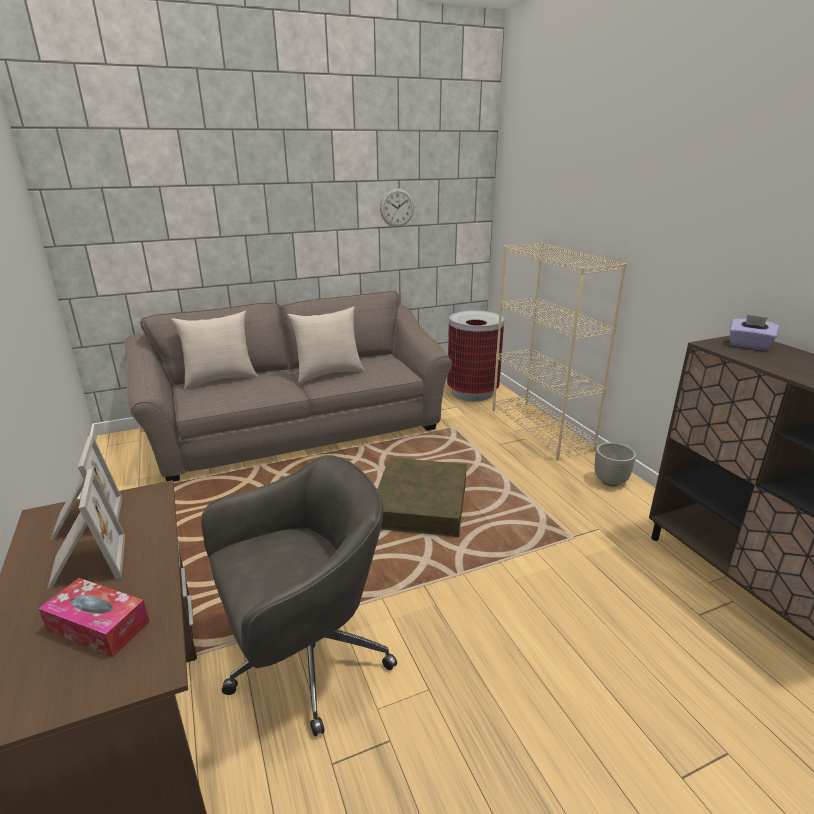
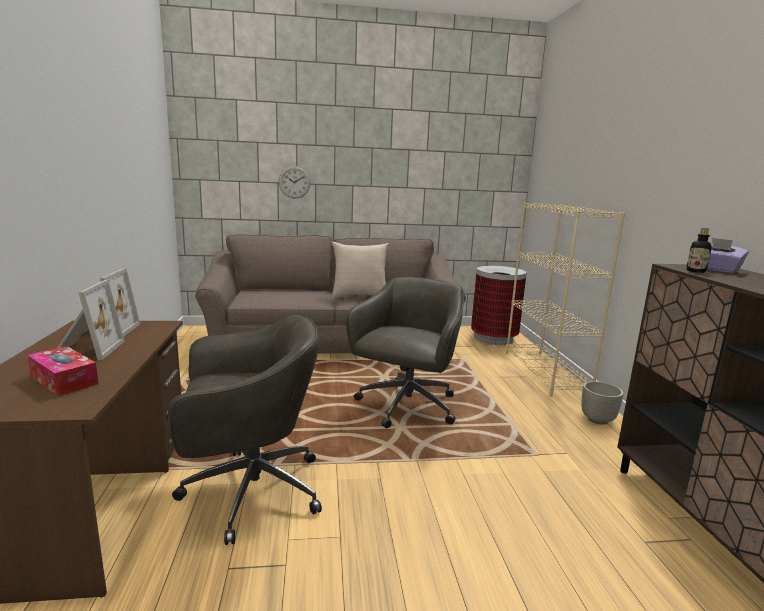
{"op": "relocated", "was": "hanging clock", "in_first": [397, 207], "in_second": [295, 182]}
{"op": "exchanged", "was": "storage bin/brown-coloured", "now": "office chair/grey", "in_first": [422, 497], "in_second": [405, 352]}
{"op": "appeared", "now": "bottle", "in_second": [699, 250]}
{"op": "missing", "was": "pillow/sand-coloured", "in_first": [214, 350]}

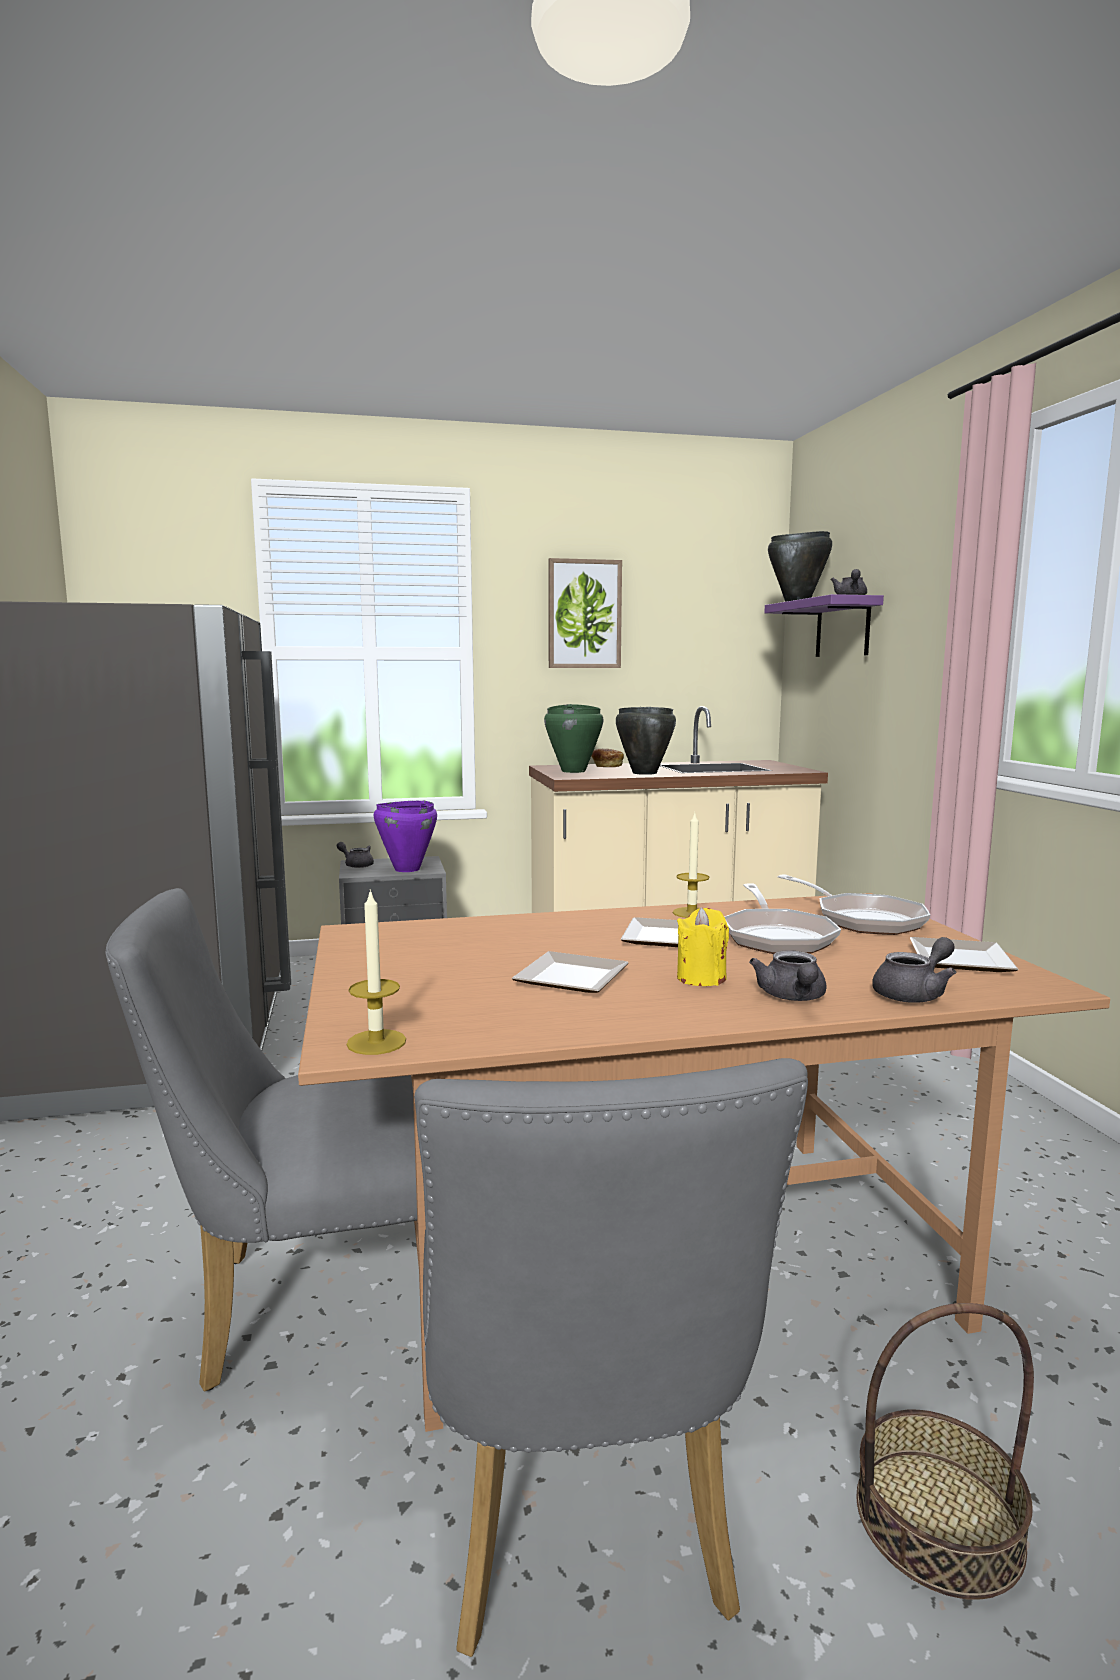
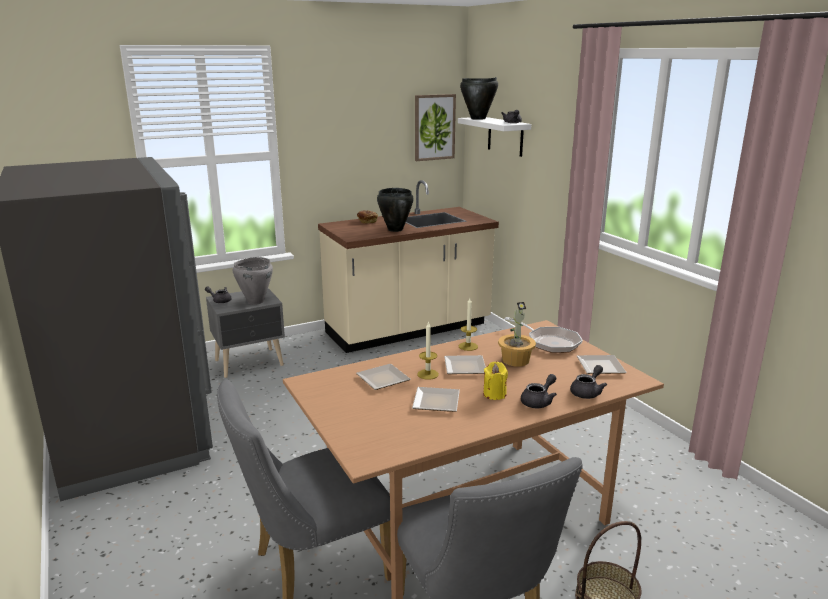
{"op": "colour", "was": "cooking pot/purple-coloured", "now": "cooking pot/grey", "in_first": [405, 836], "in_second": [253, 281]}
{"op": "appeared", "now": "plate", "in_second": [383, 377]}
{"op": "relocated", "was": "wall art", "in_first": [585, 613], "in_second": [435, 127]}
{"op": "relocated", "was": "wax candle", "in_first": [376, 972], "in_second": [428, 350]}
{"op": "colour", "was": "bracket shelf/purple-coloured", "now": "bracket shelf/white-coloured", "in_first": [824, 625], "in_second": [495, 137]}
{"op": "exchanged", "was": "frying pan", "now": "plant in a pot", "in_first": [782, 918], "in_second": [517, 334]}
{"op": "spun", "was": "pot for tea/grey", "in_first": [788, 975], "in_second": [539, 391], "clockwise": -120}
{"op": "missing", "was": "cooking pot/green", "in_first": [573, 738]}

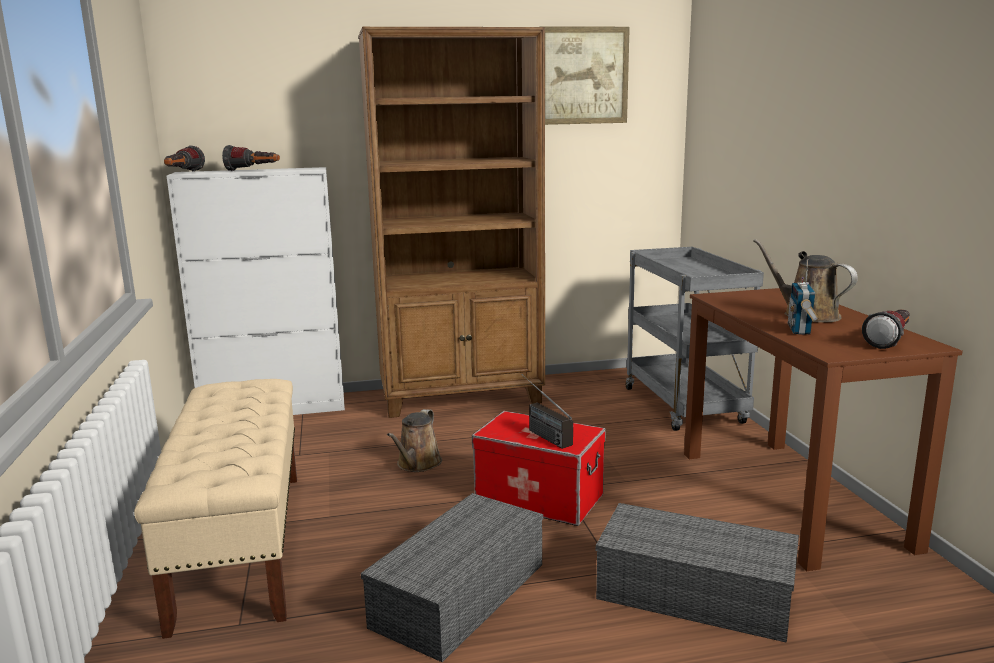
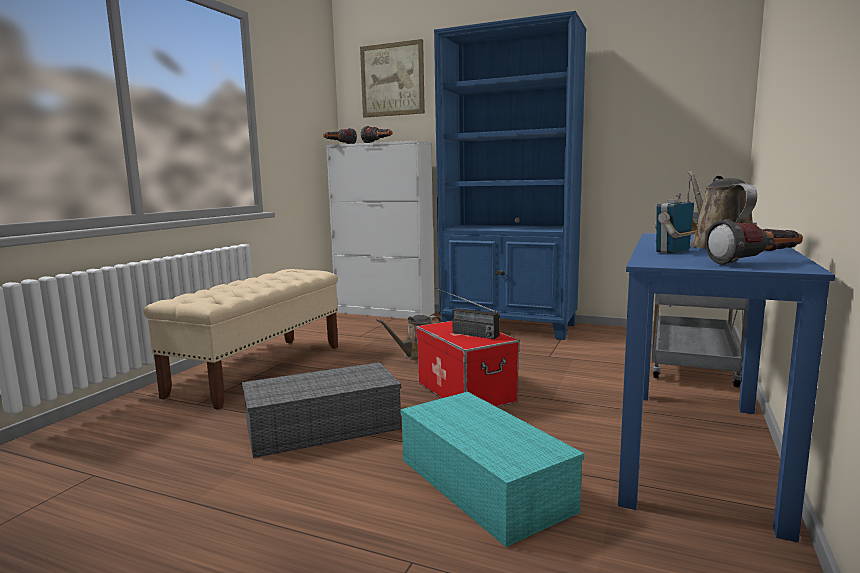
{"op": "relocated", "was": "wall art", "in_first": [585, 75], "in_second": [392, 78]}
{"op": "colour", "was": "storage bin/grey", "now": "storage bin/turquoise", "in_first": [697, 573], "in_second": [492, 469]}
{"op": "colour", "was": "bookshelf/brown-coloured", "now": "bookshelf/blue-coloured", "in_first": [451, 222], "in_second": [510, 175]}
{"op": "spun", "was": "radio receiver", "in_first": [547, 411], "in_second": [467, 313], "clockwise": -60}
{"op": "colour", "was": "desk/brown-coloured", "now": "desk/blue-coloured", "in_first": [823, 429], "in_second": [726, 387]}

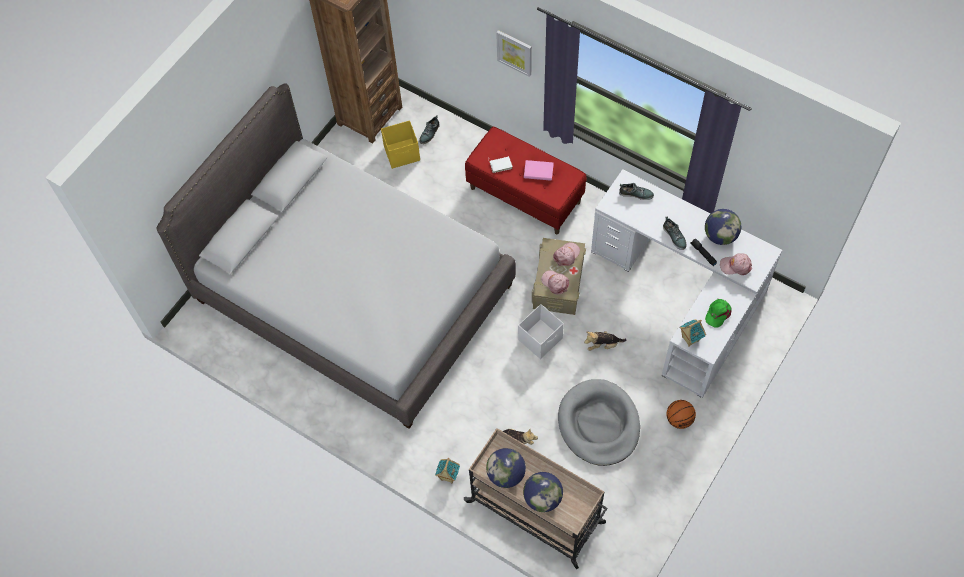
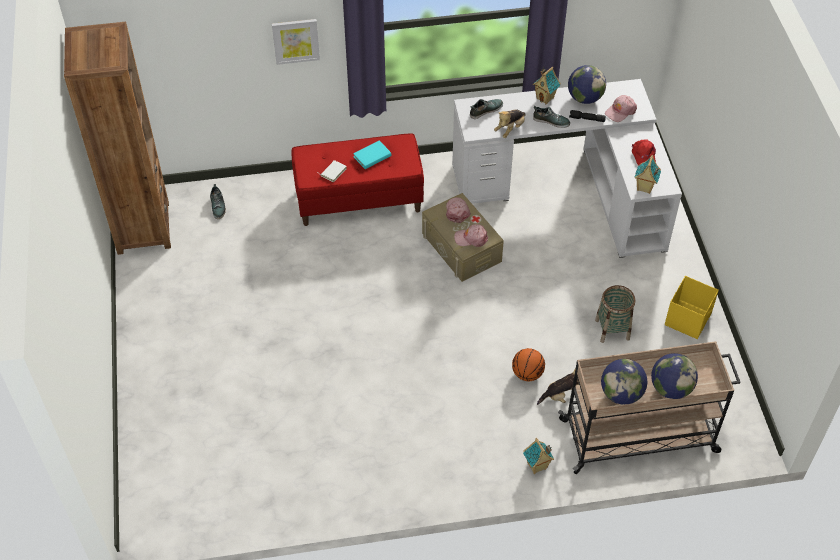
{"op": "colour", "was": "book/pink-coloured", "now": "book/turquoise", "in_first": [539, 170], "in_second": [372, 154]}
{"op": "relocated", "was": "soft toy", "in_first": [605, 341], "in_second": [510, 123]}
{"op": "relocated", "was": "basketball ball", "in_first": [681, 414], "in_second": [528, 364]}
{"op": "appeared", "now": "toy house", "in_second": [547, 85]}
{"op": "exchanged", "was": "dog bed/grey", "now": "basket", "in_first": [599, 422], "in_second": [615, 314]}
{"op": "colour", "was": "cap/green", "now": "cap/red", "in_first": [718, 313], "in_second": [644, 153]}
{"op": "relocated", "was": "storage bin/yellow", "in_first": [400, 144], "in_second": [692, 307]}
{"op": "missing", "was": "sleeping bed/grey", "in_first": [336, 256]}
{"op": "missing", "was": "storage bin/white-coloured", "in_first": [541, 331]}

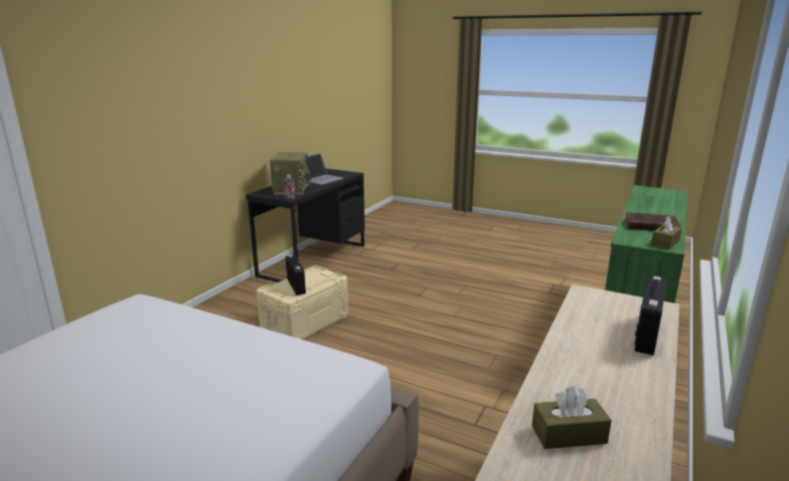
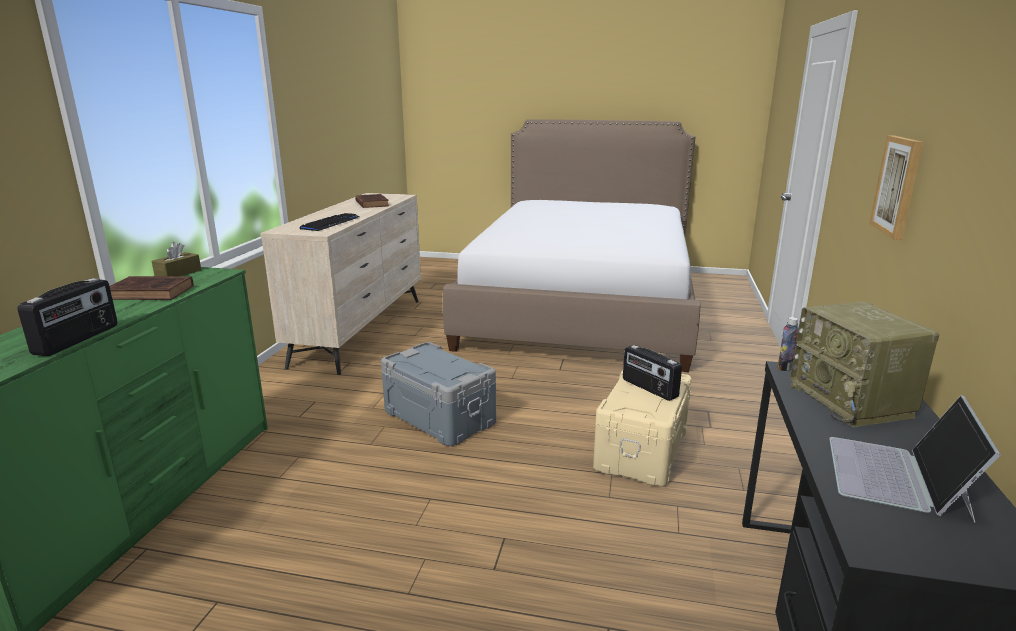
{"op": "relocated", "was": "radio receiver", "in_first": [650, 315], "in_second": [67, 317]}
{"op": "appeared", "now": "computer keyboard", "in_second": [330, 222]}
{"op": "exchanged", "was": "tissue box/brown-coloured", "now": "book/brown-coloured", "in_first": [572, 417], "in_second": [372, 201]}
{"op": "appeared", "now": "storage bin/grey", "in_second": [438, 394]}
{"op": "appeared", "now": "wall art", "in_second": [896, 187]}

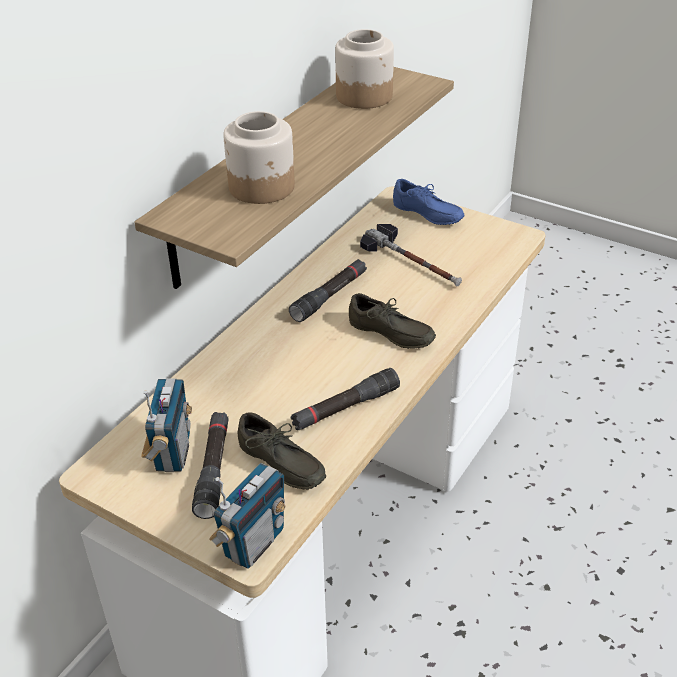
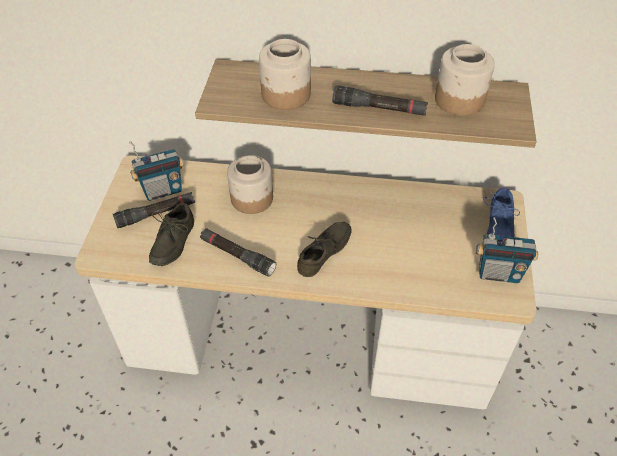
{"op": "appeared", "now": "storage jar", "in_second": [250, 184]}
{"op": "spun", "was": "shoe/grey", "in_first": [392, 321], "in_second": [324, 249], "clockwise": -150}
{"op": "relocated", "was": "flashlight/blackish", "in_first": [328, 290], "in_second": [380, 101]}
{"op": "relocated", "was": "radio receiver", "in_first": [247, 516], "in_second": [507, 250]}
{"op": "missing", "was": "tool hammer", "in_first": [411, 255]}

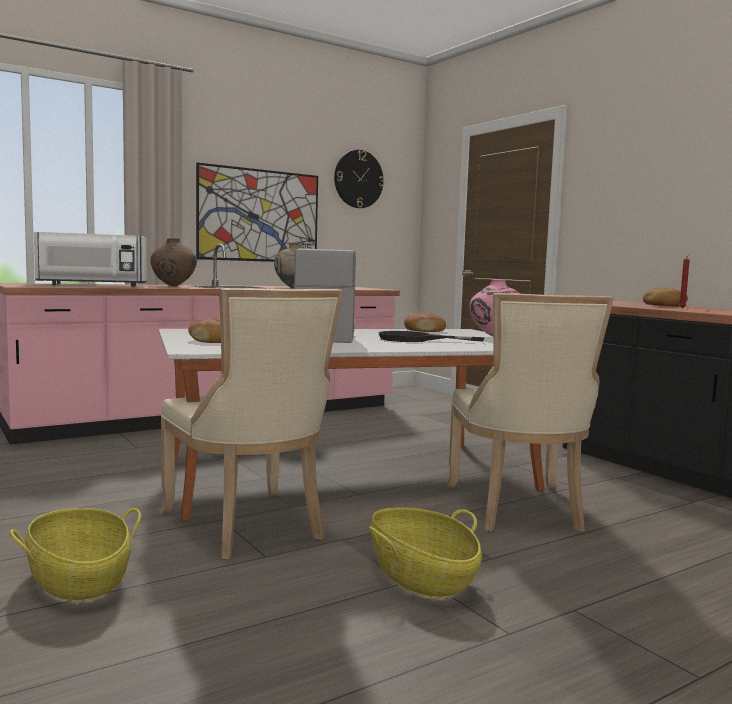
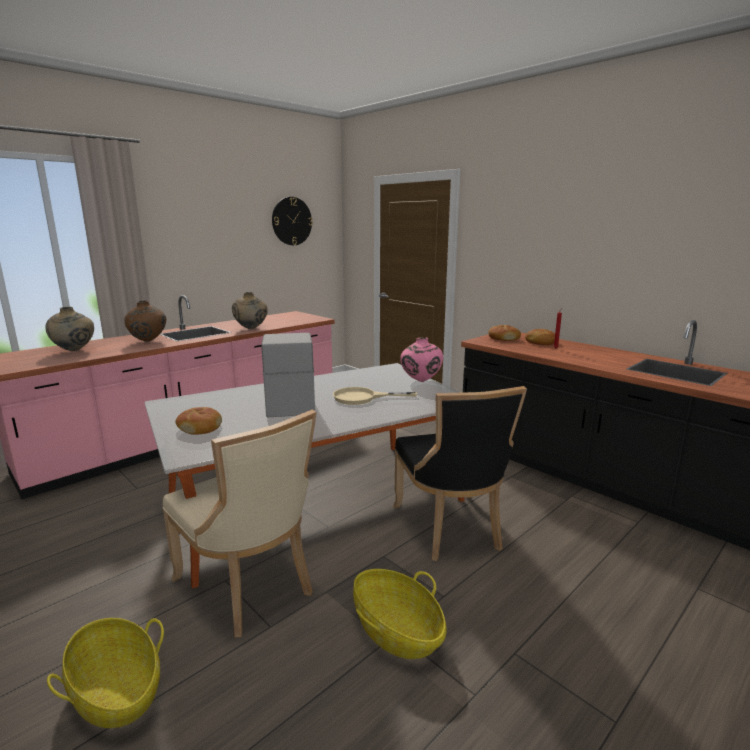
{"op": "exchanged", "was": "microwave oven/white-coloured", "now": "flower vase/sand-coloured", "in_first": [90, 259], "in_second": [69, 329]}
{"op": "colour", "was": "frying pan/blackish", "now": "frying pan/sand-coloured", "in_first": [431, 336], "in_second": [375, 396]}
{"op": "colour", "was": "upright chair/sand-coloured", "now": "upright chair/blackish", "in_first": [530, 412], "in_second": [460, 473]}
{"op": "relocated", "was": "bread", "in_first": [425, 322], "in_second": [504, 333]}
{"op": "missing", "was": "wall art", "in_first": [257, 212]}

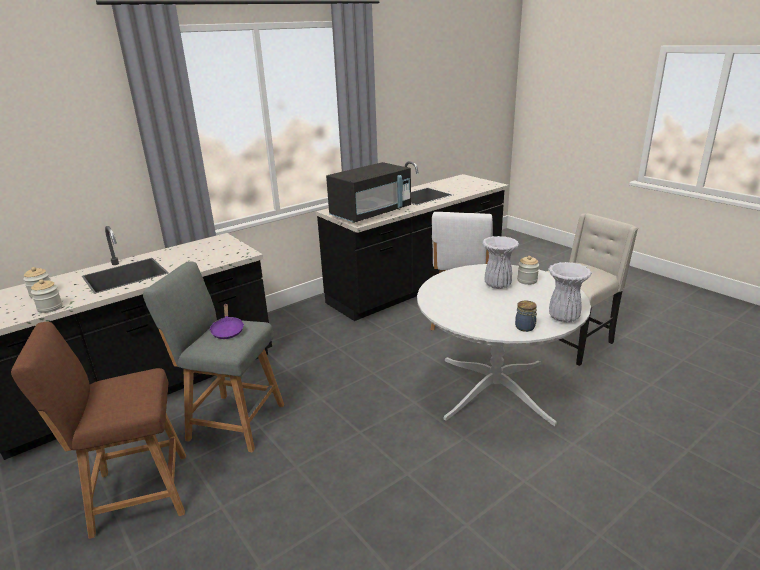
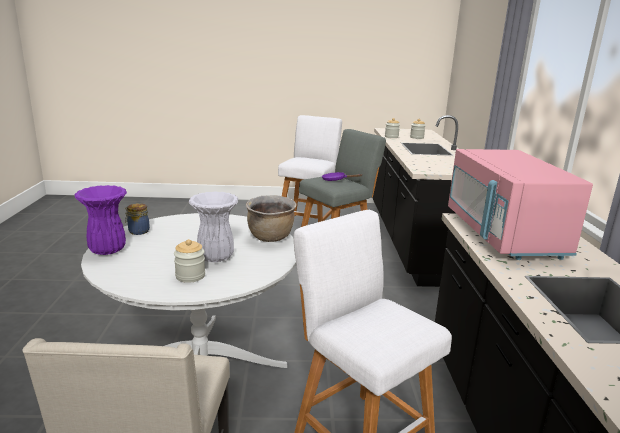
{"op": "colour", "was": "flower vase/white-coloured", "now": "flower vase/purple-coloured", "in_first": [570, 292], "in_second": [101, 220]}
{"op": "appeared", "now": "cooking pot/brown-coloured", "in_second": [271, 218]}
{"op": "colour", "was": "sitting stool/brown-coloured", "now": "sitting stool/white-coloured", "in_first": [98, 430], "in_second": [310, 168]}
{"op": "colour", "was": "microwave oven/blackish", "now": "microwave oven/pink-coloured", "in_first": [368, 192], "in_second": [520, 204]}

